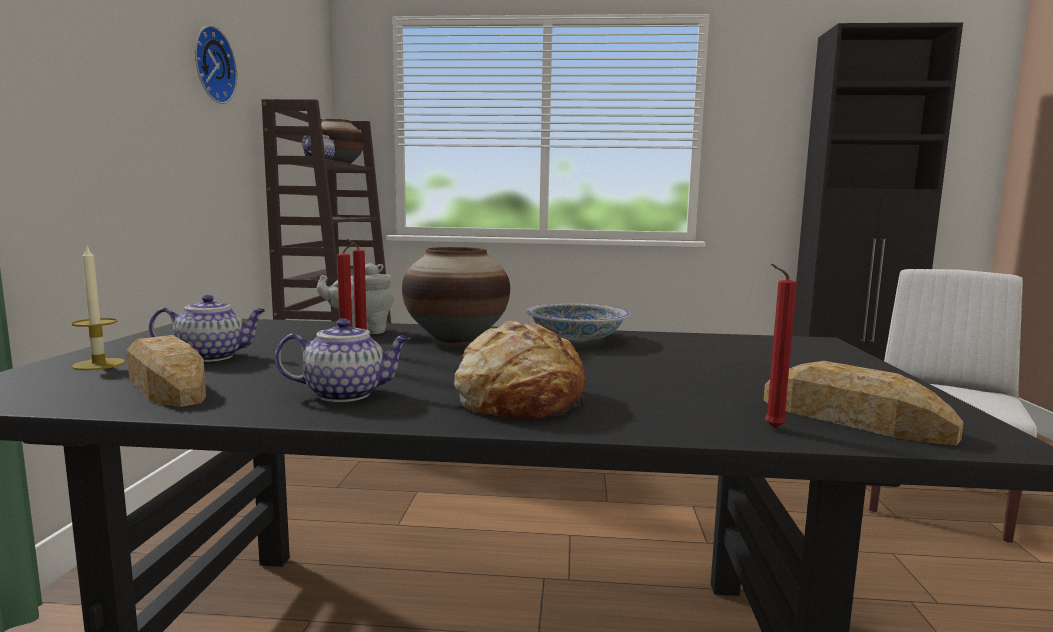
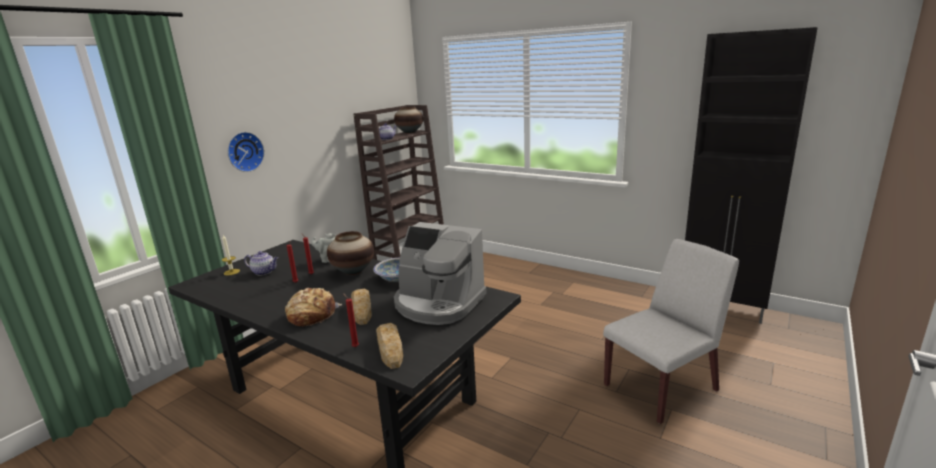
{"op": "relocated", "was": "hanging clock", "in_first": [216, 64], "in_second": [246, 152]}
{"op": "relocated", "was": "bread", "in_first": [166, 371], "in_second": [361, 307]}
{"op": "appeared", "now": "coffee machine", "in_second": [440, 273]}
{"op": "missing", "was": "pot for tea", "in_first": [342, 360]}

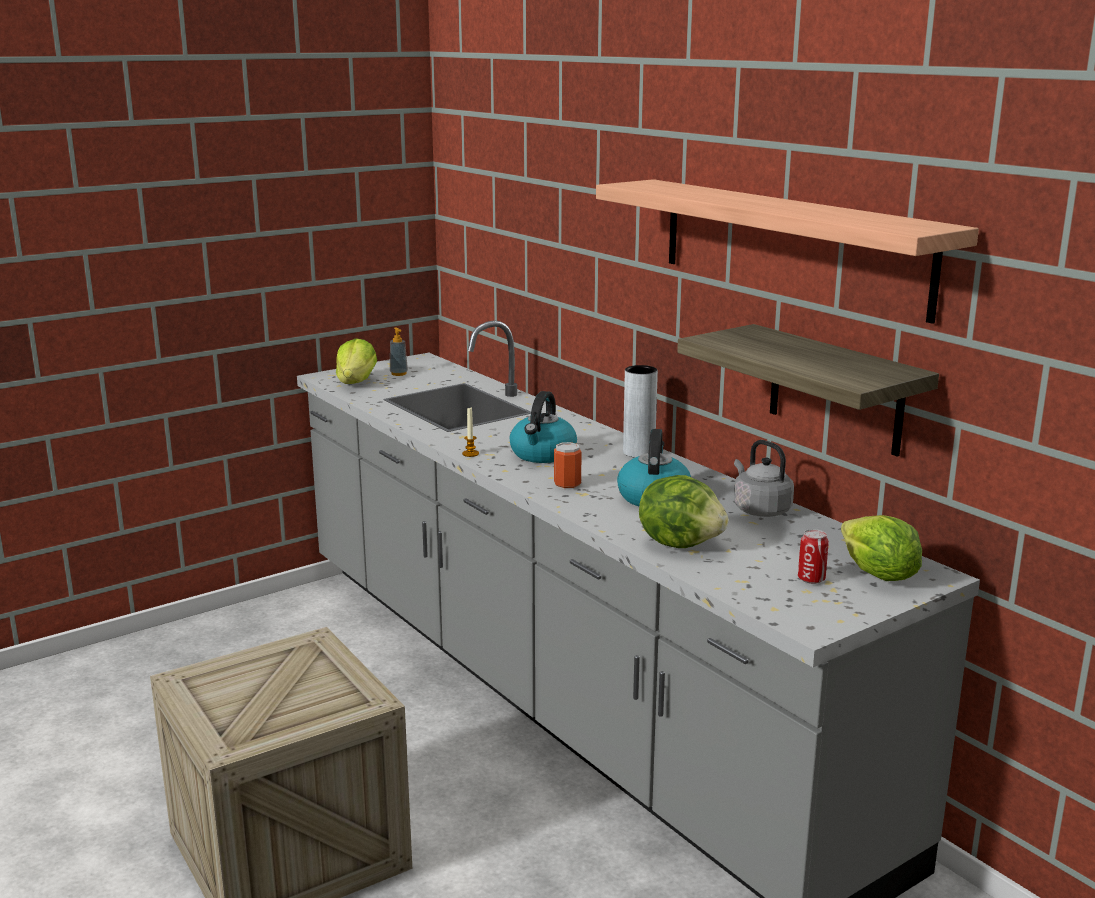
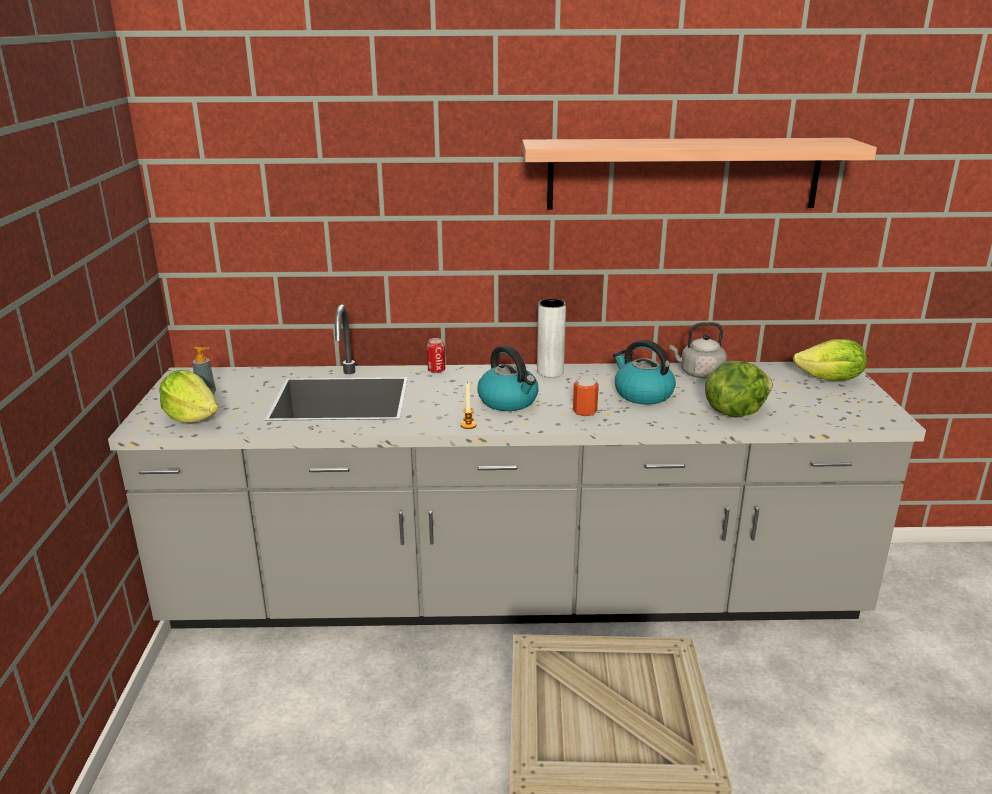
{"op": "relocated", "was": "can", "in_first": [813, 556], "in_second": [436, 355]}
{"op": "missing", "was": "bracket shelf", "in_first": [808, 390]}

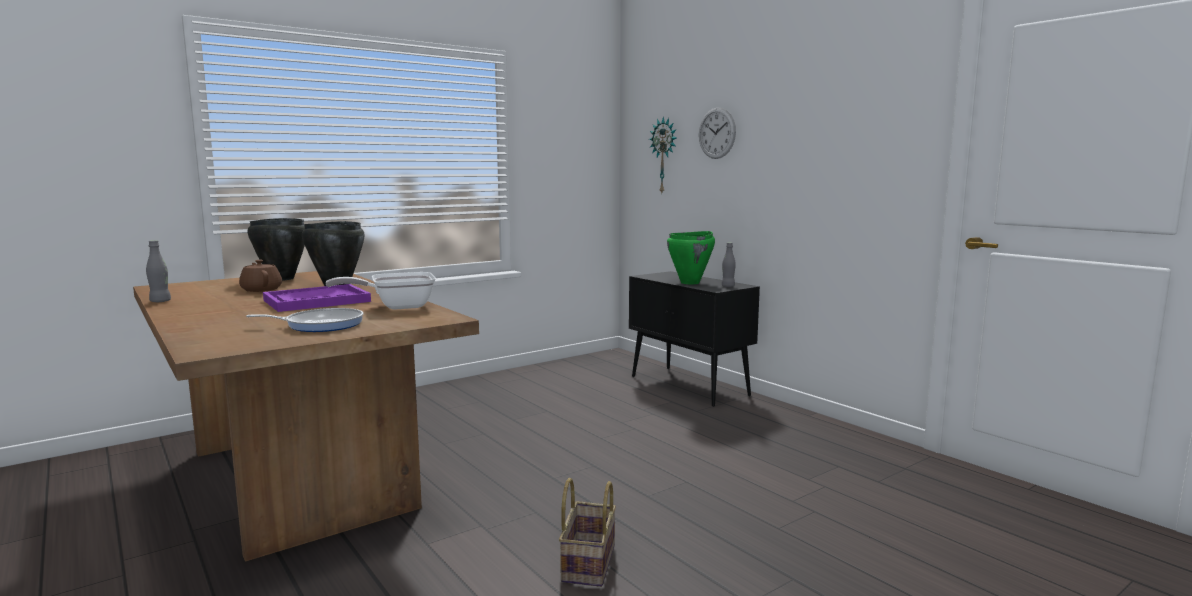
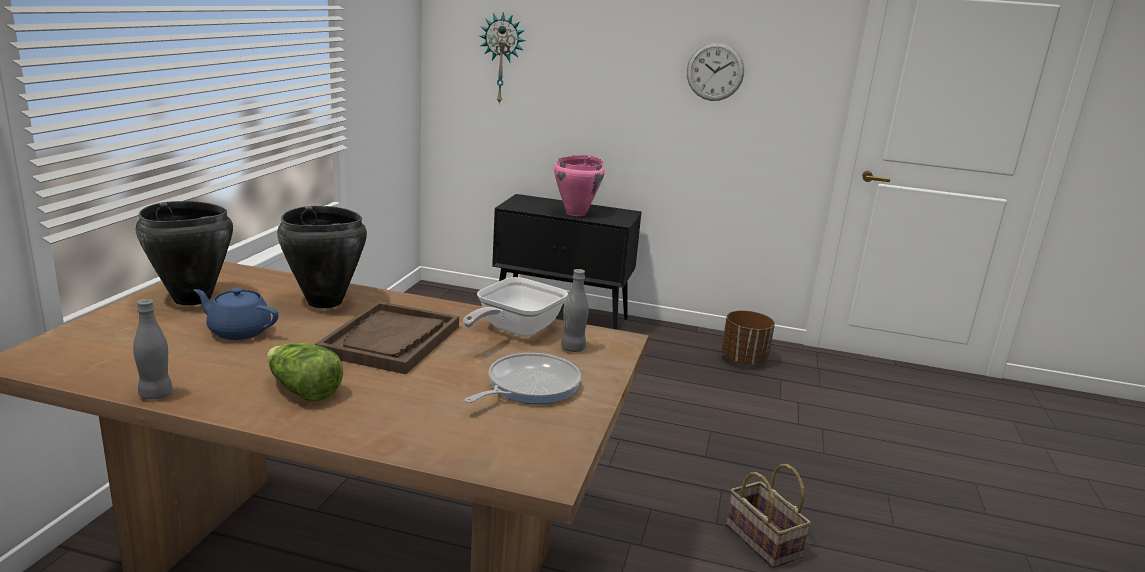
{"op": "colour", "was": "pot for tea/brown-coloured", "now": "pot for tea/blue-coloured", "in_first": [260, 276], "in_second": [236, 313]}
{"op": "appeared", "now": "lettuce", "in_second": [305, 372]}
{"op": "colour", "was": "tray/purple-coloured", "now": "tray/brown-coloured", "in_first": [317, 298], "in_second": [387, 337]}
{"op": "colour", "was": "cooking pot/green", "now": "cooking pot/pink-coloured", "in_first": [691, 257], "in_second": [579, 185]}
{"op": "relocated", "was": "bottle/grey", "in_first": [728, 264], "in_second": [575, 310]}
{"op": "relocated", "was": "hanging clock", "in_first": [717, 133], "in_second": [715, 71]}
{"op": "appeared", "now": "planter/brown-coloured", "in_second": [748, 337]}

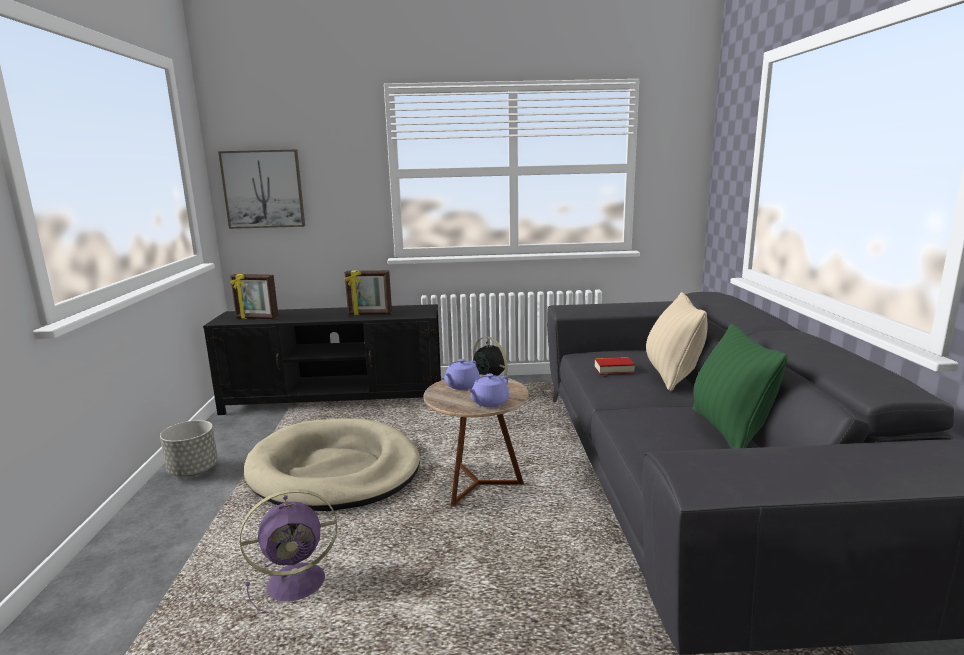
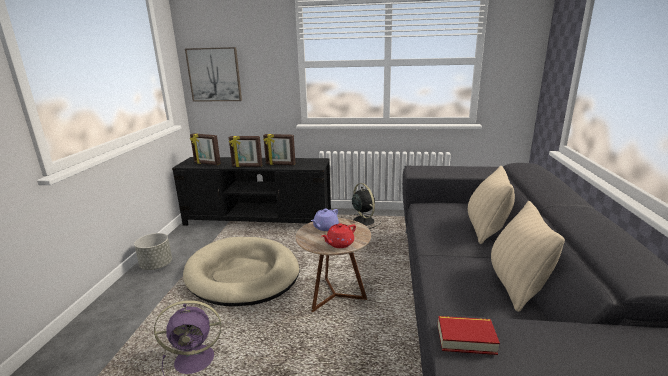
{"op": "appeared", "now": "standing frame", "in_second": [245, 151]}
{"op": "colour", "was": "pot for tea/purple-coloured", "now": "pot for tea/red", "in_first": [488, 390], "in_second": [339, 235]}
{"op": "relocated", "was": "book", "in_first": [614, 366], "in_second": [469, 335]}
{"op": "colour", "was": "pillow/green", "now": "pillow/sand-coloured", "in_first": [740, 386], "in_second": [528, 256]}

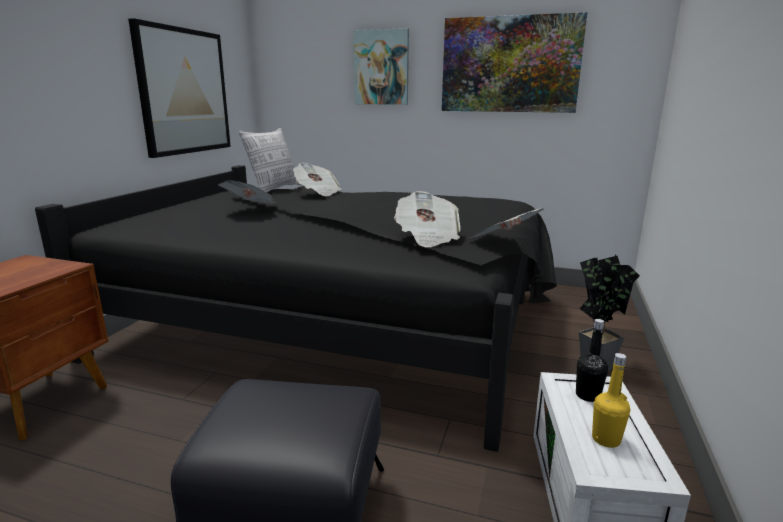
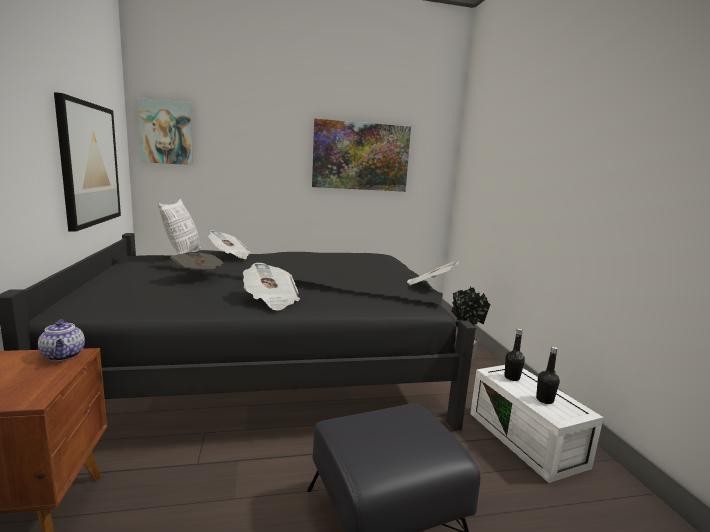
{"op": "appeared", "now": "pot for tea", "in_second": [61, 340]}
{"op": "relocated", "was": "wall art", "in_first": [381, 66], "in_second": [165, 131]}
{"op": "relocated", "was": "printed paper", "in_first": [427, 219], "in_second": [271, 287]}
{"op": "colour", "was": "bottle/yellow", "now": "bottle/blackish", "in_first": [611, 400], "in_second": [548, 375]}

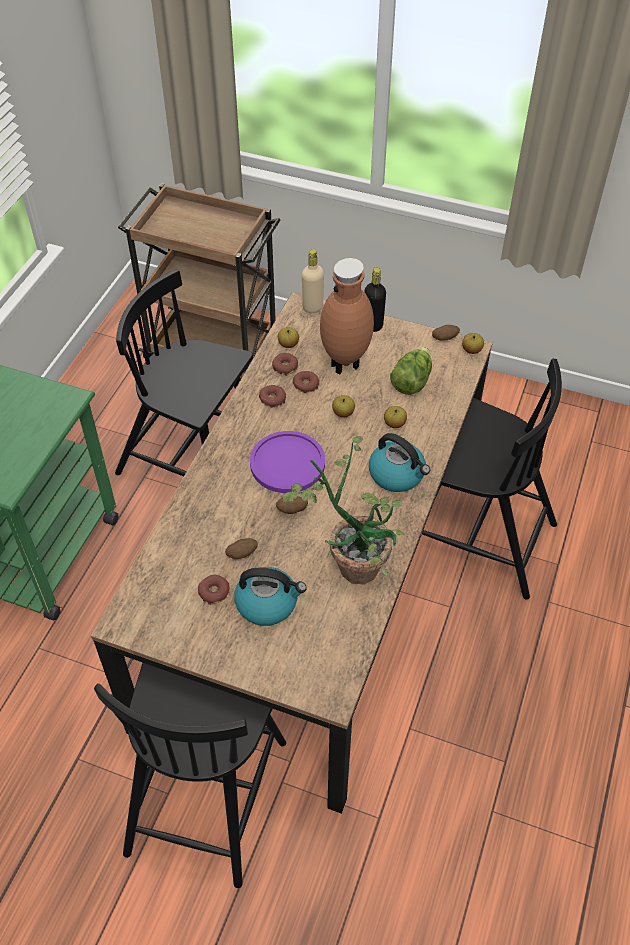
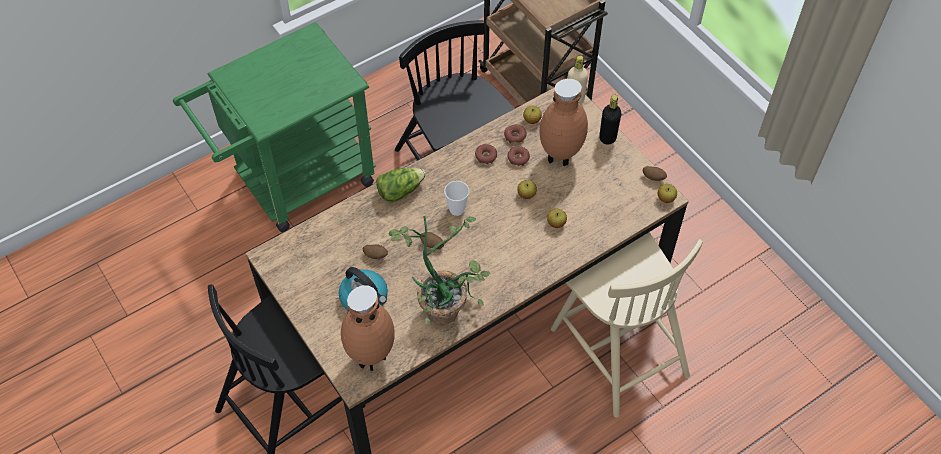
{"op": "appeared", "now": "flower vase/brown-coloured", "in_second": [368, 328]}
{"op": "relocated", "was": "lettuce", "in_first": [411, 371], "in_second": [401, 185]}
{"op": "exchanged", "was": "plate/purple-coloured", "now": "small cup", "in_first": [287, 462], "in_second": [456, 198]}
{"op": "colour", "was": "upright chair/blackish", "now": "upright chair/sand-coloured", "in_first": [492, 479], "in_second": [627, 325]}
{"op": "missing", "was": "doughnut", "in_first": [214, 590]}
{"op": "missing", "was": "water kettle", "in_first": [399, 462]}

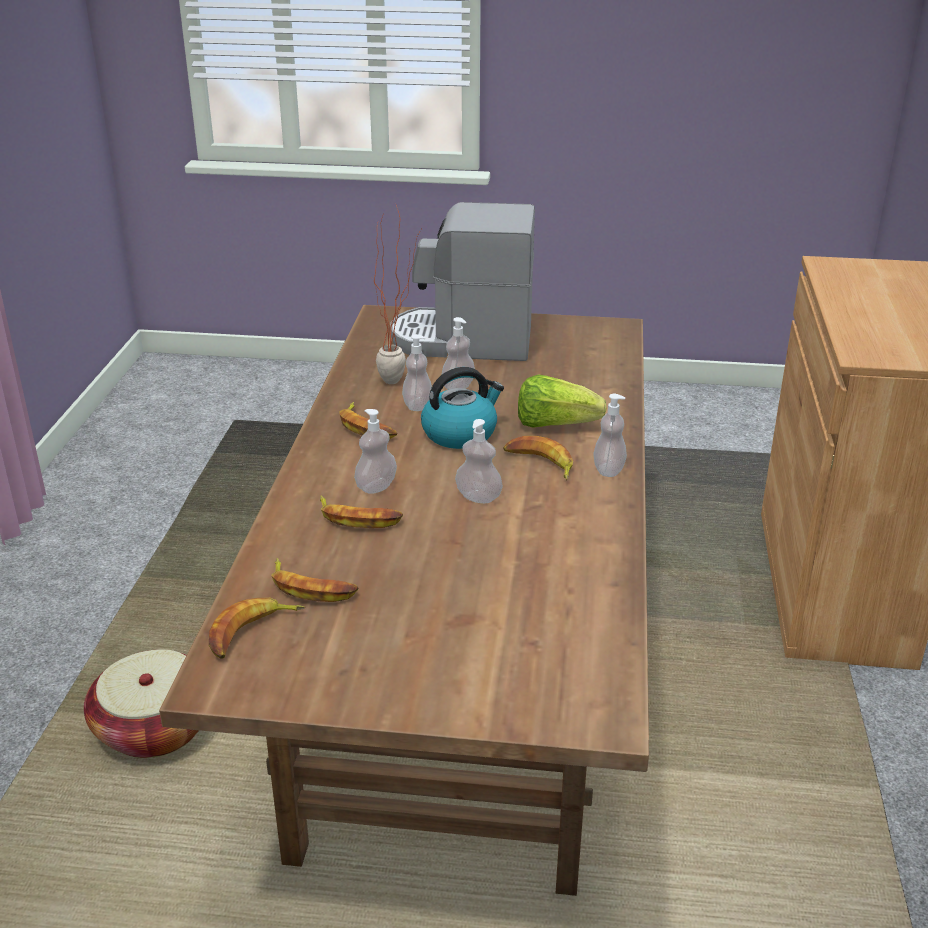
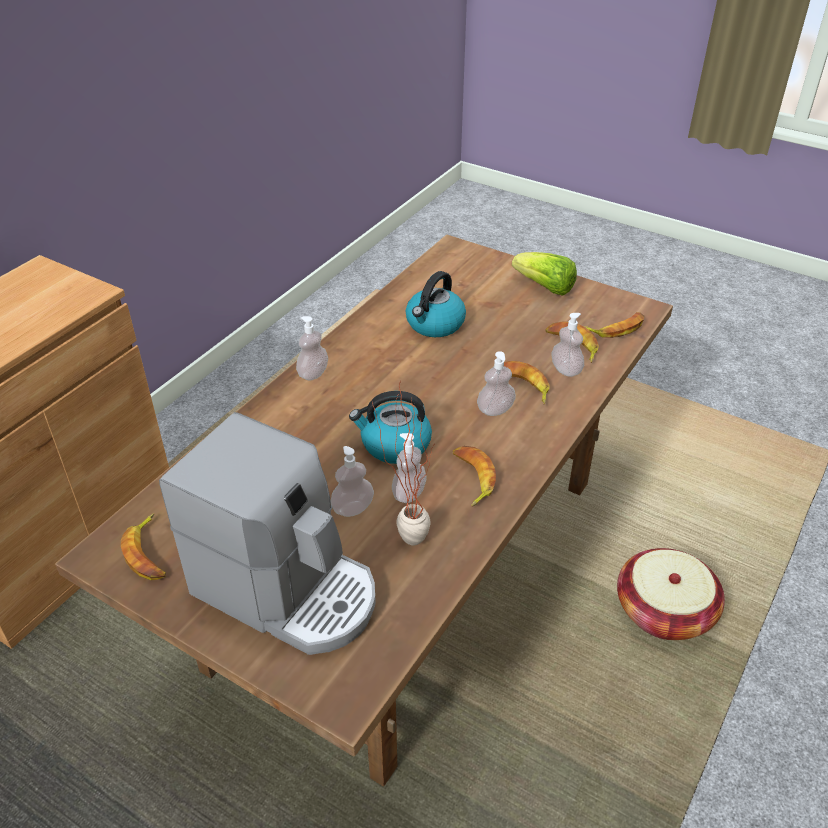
{"op": "relocated", "was": "banana fruit", "in_first": [538, 458], "in_second": [143, 547]}
{"op": "appeared", "now": "water kettle", "in_second": [436, 304]}
{"op": "relocated", "was": "lettuce", "in_first": [562, 401], "in_second": [544, 274]}
{"op": "relocated", "was": "liquid soap bottle", "in_first": [479, 461], "in_second": [567, 345]}

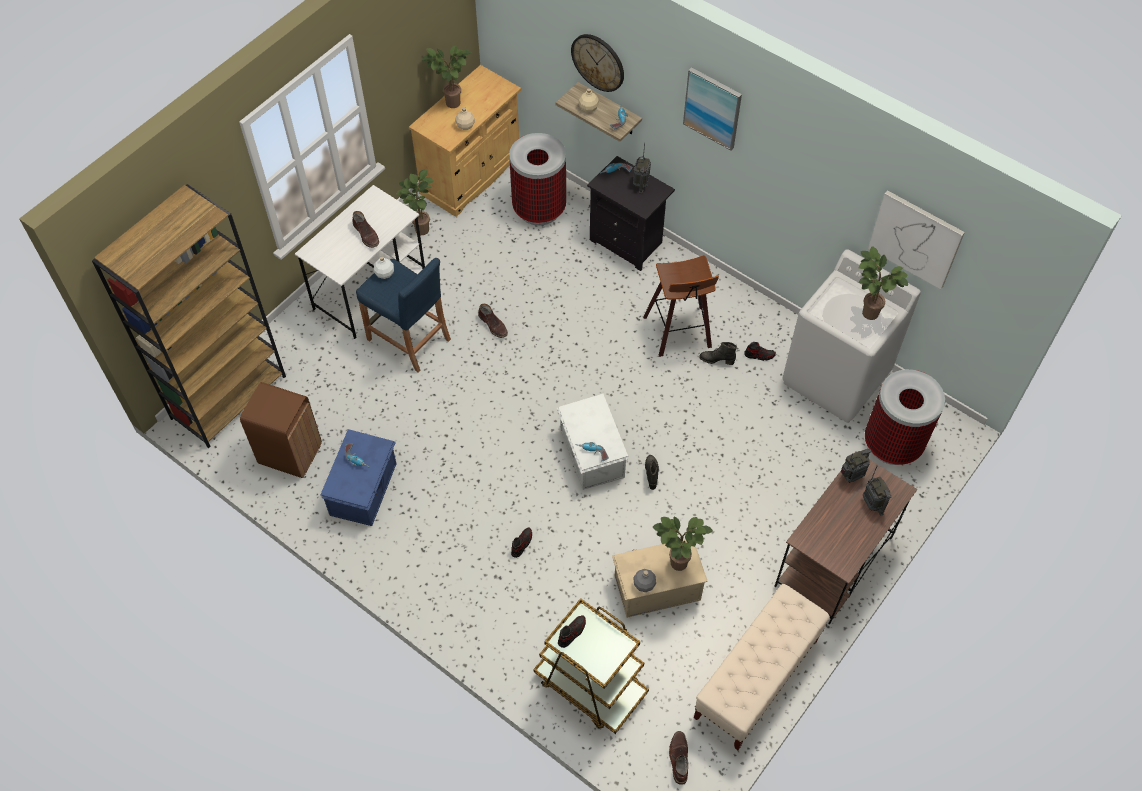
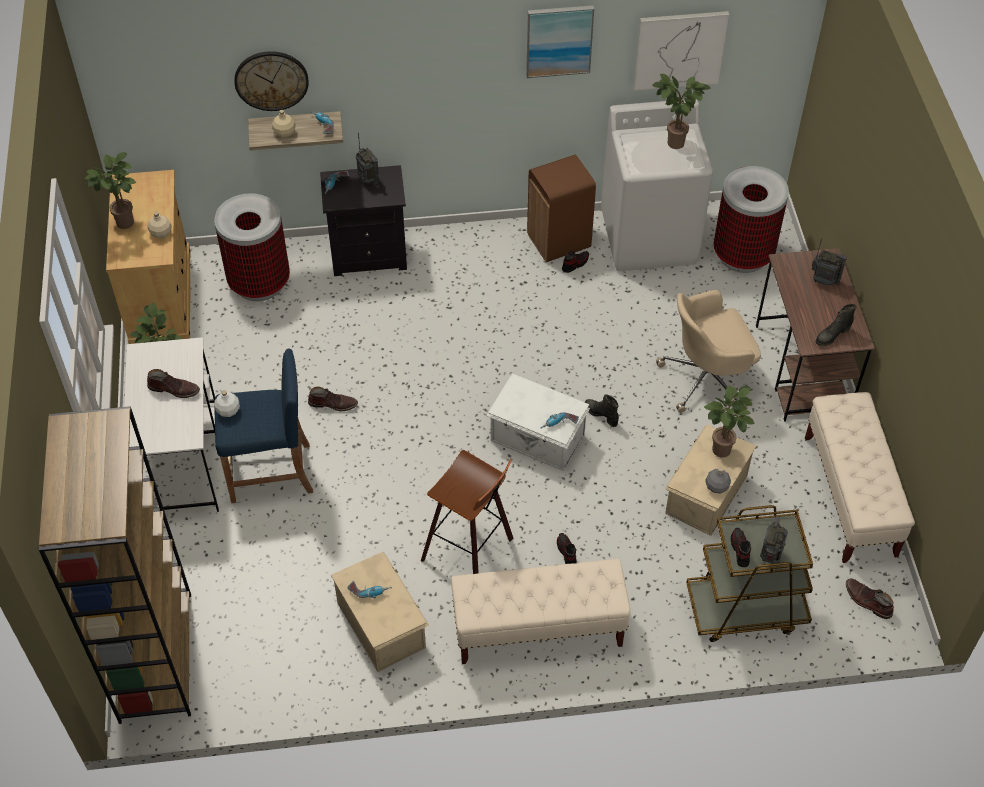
{"op": "colour", "was": "storage bin/blue-coloured", "now": "storage bin/sand-coloured", "in_first": [358, 477], "in_second": [380, 612]}
{"op": "relocated", "was": "sitting stool", "in_first": [681, 306], "in_second": [467, 512]}
{"op": "appeared", "now": "long seat/sand-coloured", "in_second": [540, 611]}
{"op": "relocated", "was": "wall art", "in_first": [712, 108], "in_second": [560, 41]}
{"op": "relocated", "was": "waste bin/brown-coloured", "in_first": [281, 430], "in_second": [561, 208]}
{"op": "appeared", "now": "office chair/sand-coloured", "in_second": [708, 351]}
{"op": "relocated", "was": "radio receiver", "in_first": [856, 465], "in_second": [774, 540]}
{"op": "relocated", "was": "boot/blackish", "in_first": [718, 353], "in_second": [836, 325]}

